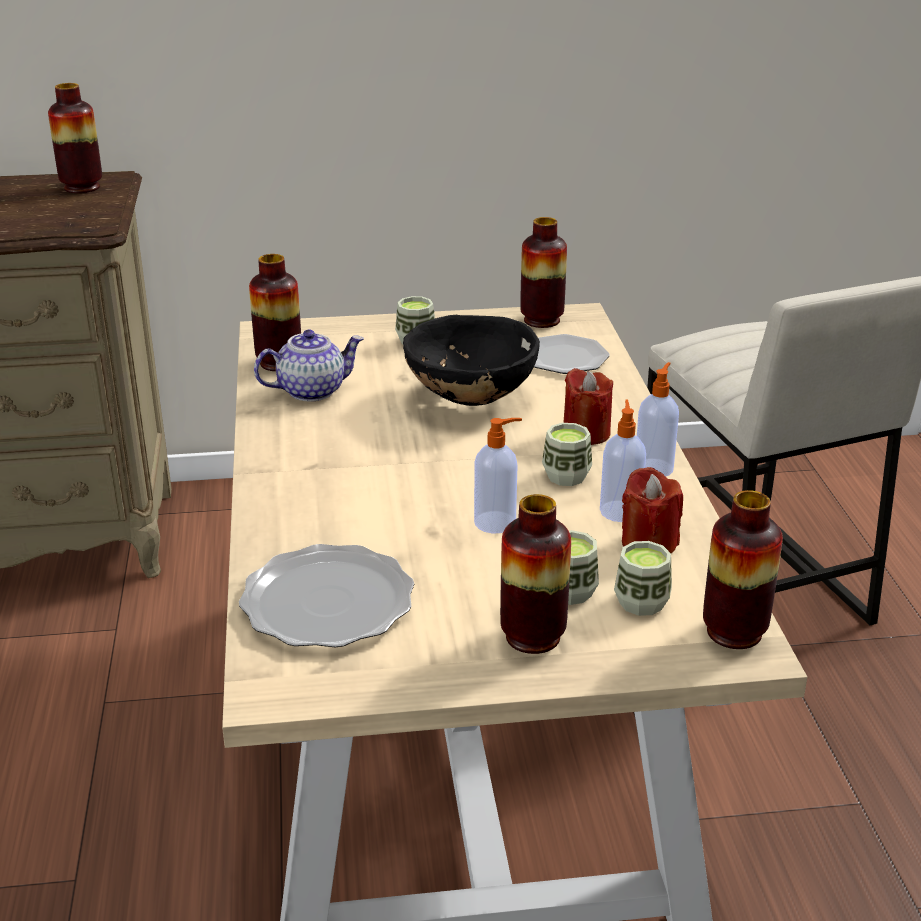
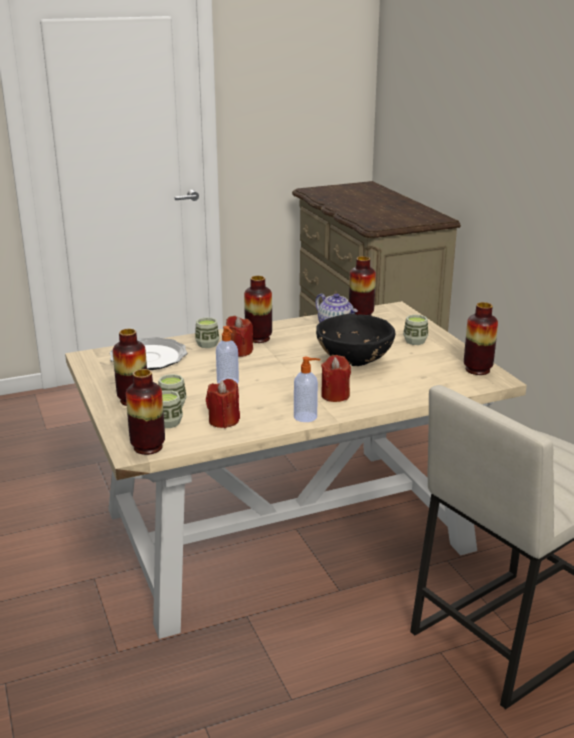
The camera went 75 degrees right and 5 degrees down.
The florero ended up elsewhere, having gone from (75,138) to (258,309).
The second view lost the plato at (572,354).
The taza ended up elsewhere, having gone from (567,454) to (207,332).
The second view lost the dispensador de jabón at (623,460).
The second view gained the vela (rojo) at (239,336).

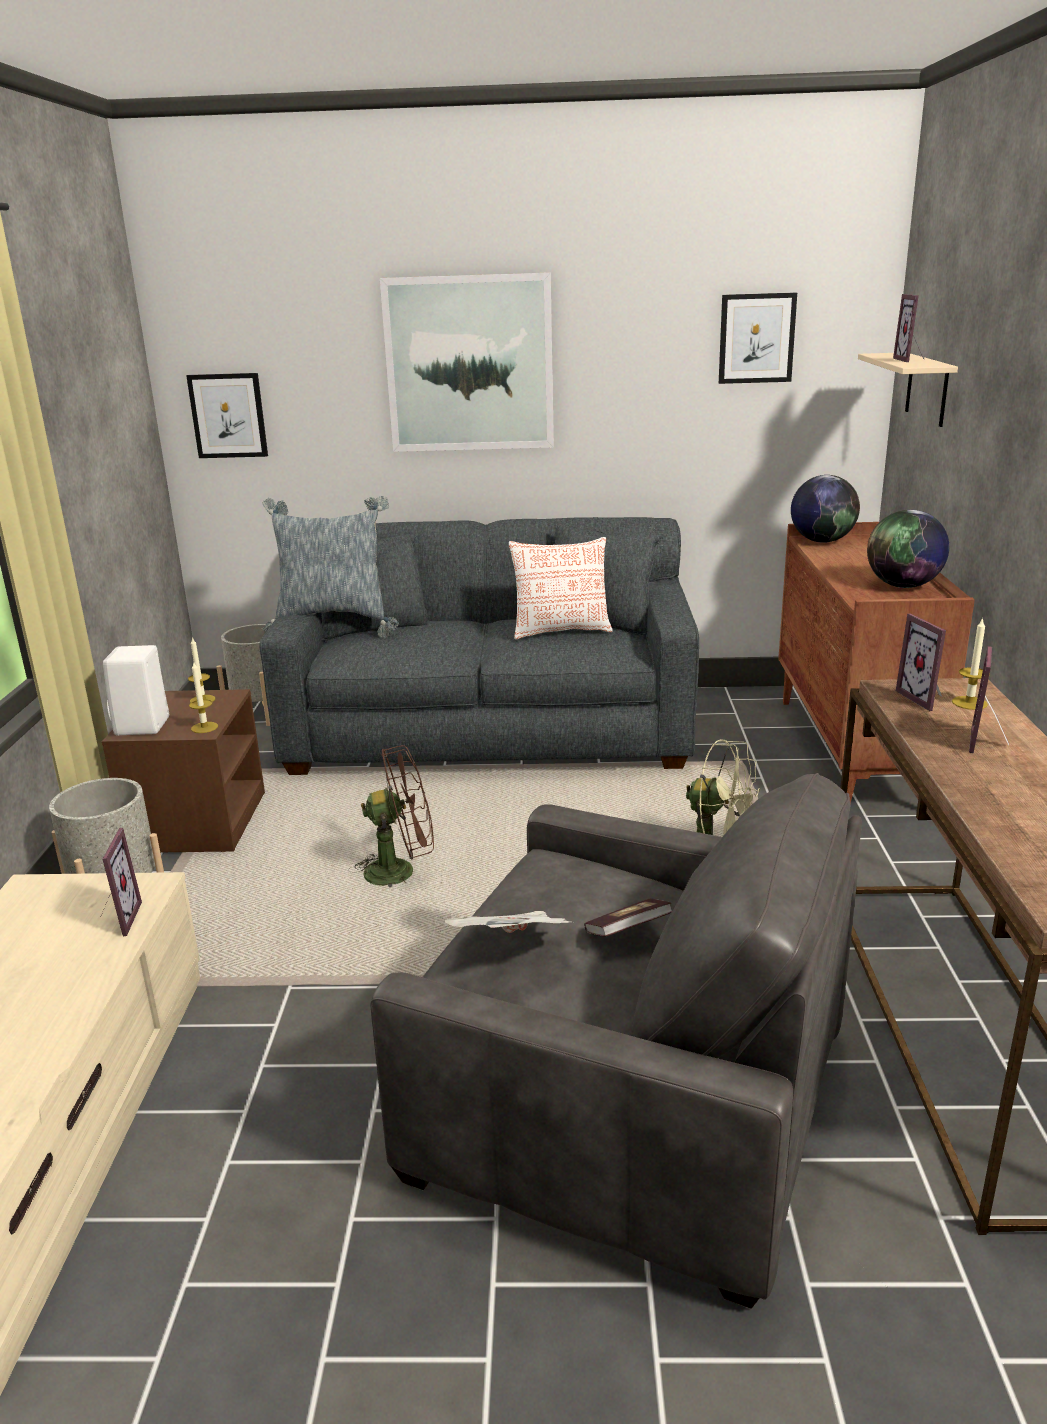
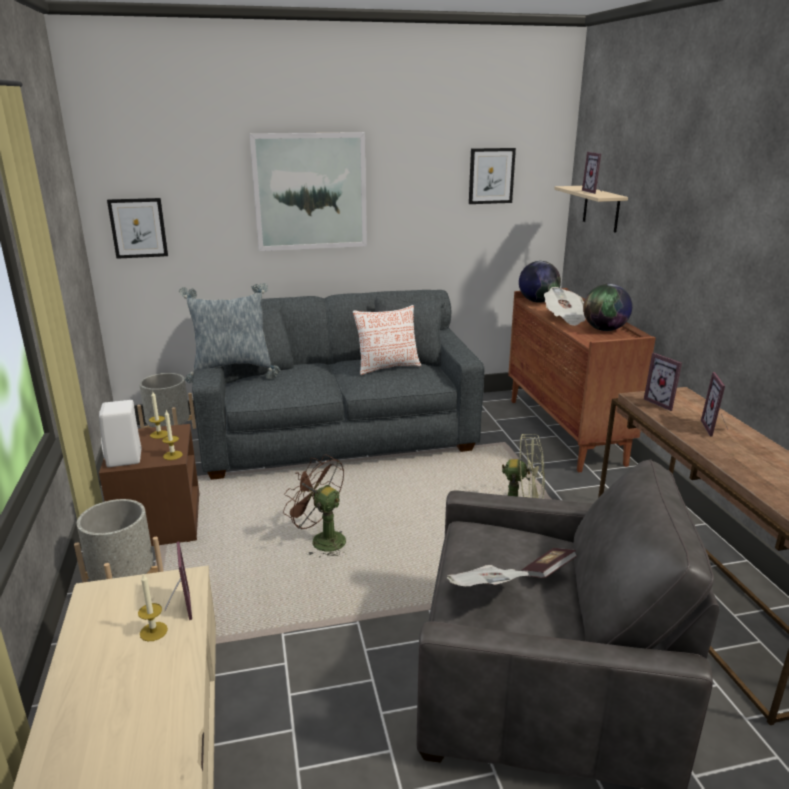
The camera went 15 degrees left and 0 degrees up.
The ventilador (marrón) at (391,816) ended up facing another way, 120 degrees counterclockwise from before.
The vela ended up elsewhere, having gone from (971,663) to (153,607).
The second view gained the periódico at (565,306).

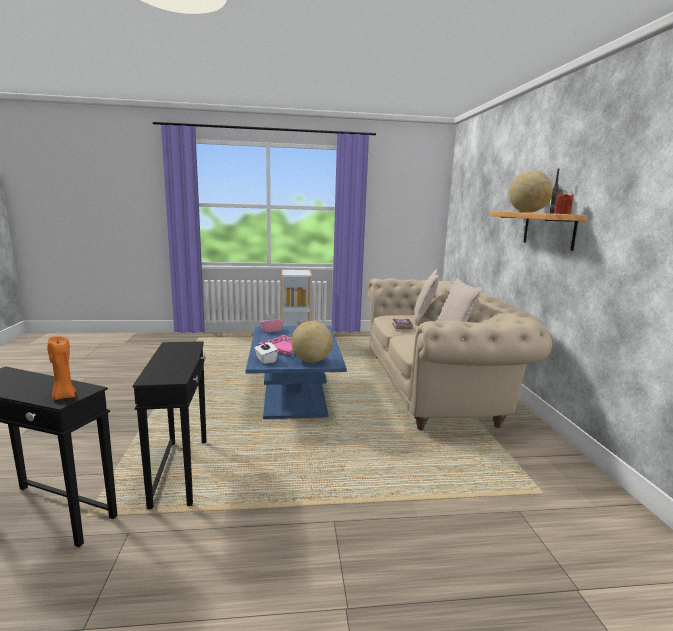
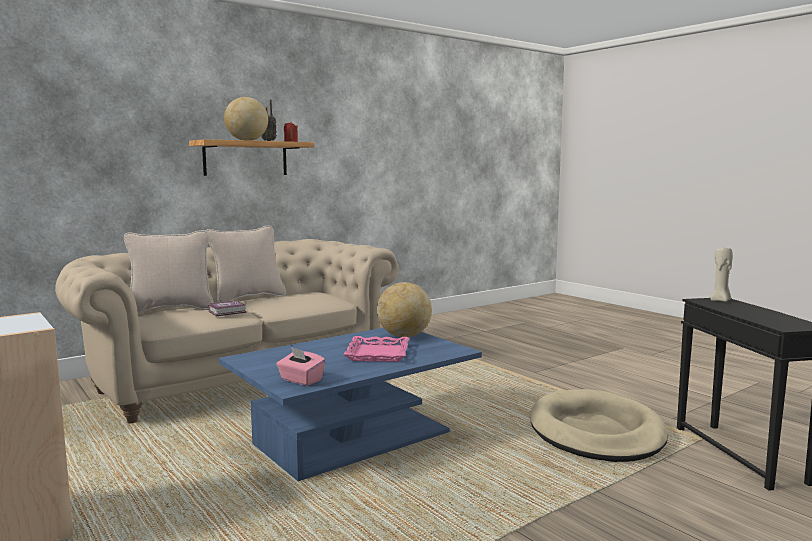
The camera went 120 degrees left and 5 degrees down.
What was the vela (naranja) at (61,368) turned into the vela (beis) at (721,273).
Where the mesa auxiliar (negro) stood at (169,425), the cama para perro (beis) came to stand at (599,425).
The second view lost the caja de pañuelos (blanco) at (266,352).

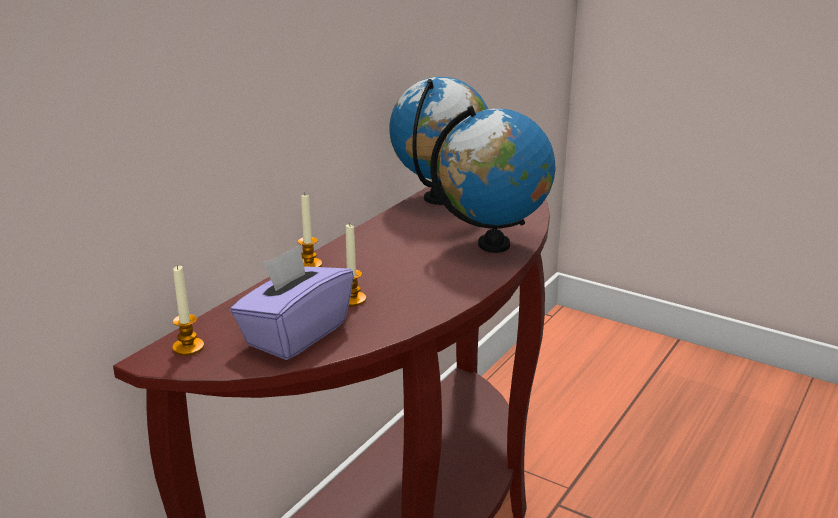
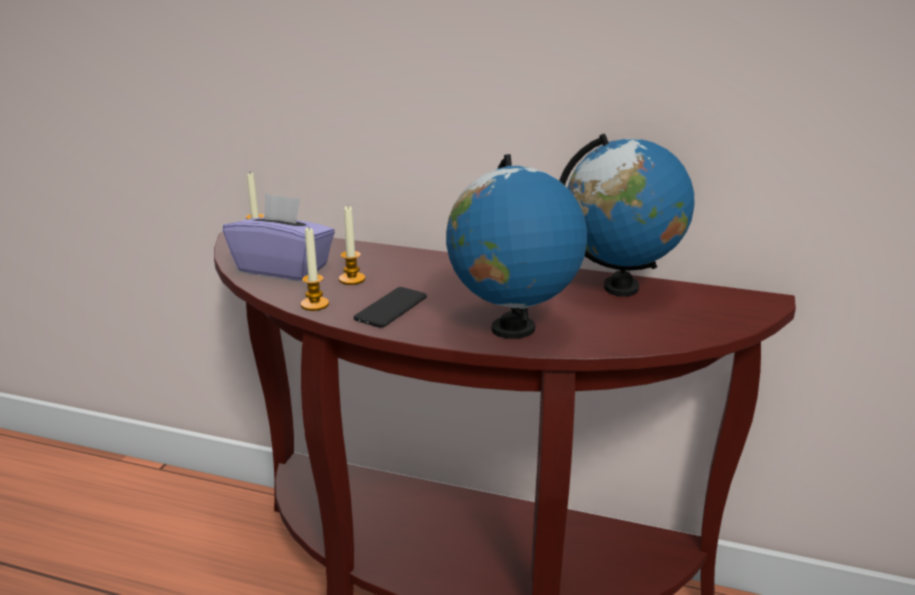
The camera went 75 degrees right and 0 degrees up.
The vela ended up elsewhere, having gone from (310,231) to (315,269).
The second view gained the móvil at (390,307).

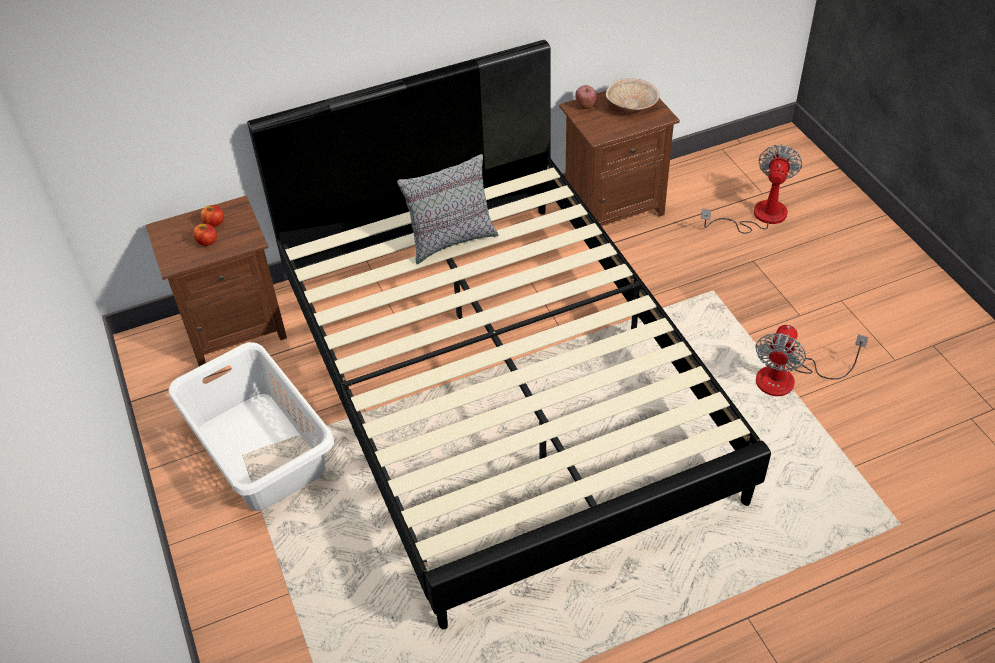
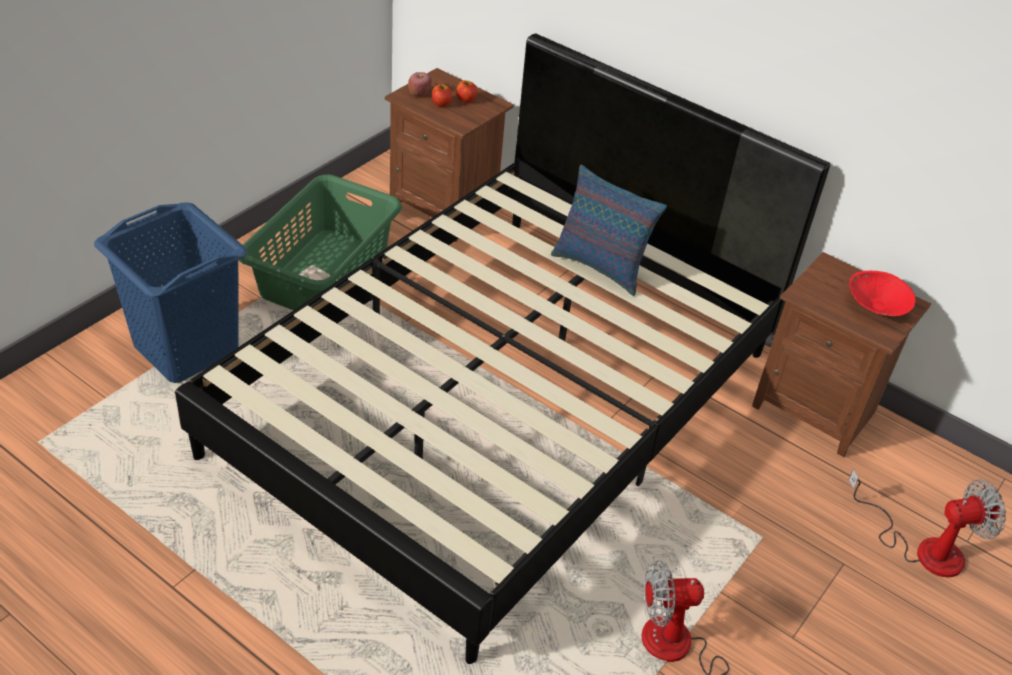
The camera went 55 degrees right and 5 degrees down.
What was the cesto de la ropa (blanco) at (251,426) turned into the cesto de la ropa (verde) at (320,242).
What was the cojín (gris) at (447,209) turned into the cojín (azul) at (609,230).
The manzana ended up elsewhere, having gone from (586,97) to (420,84).
What was the cuenco (beis) at (633,94) turned into the cuenco (rojo) at (882,293).
The second view gained the cesto de la ropa (azul) at (170,292).

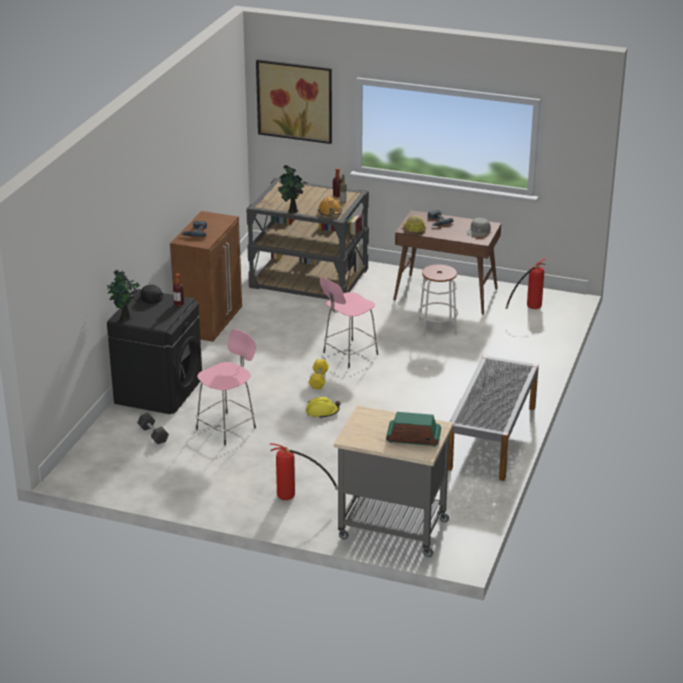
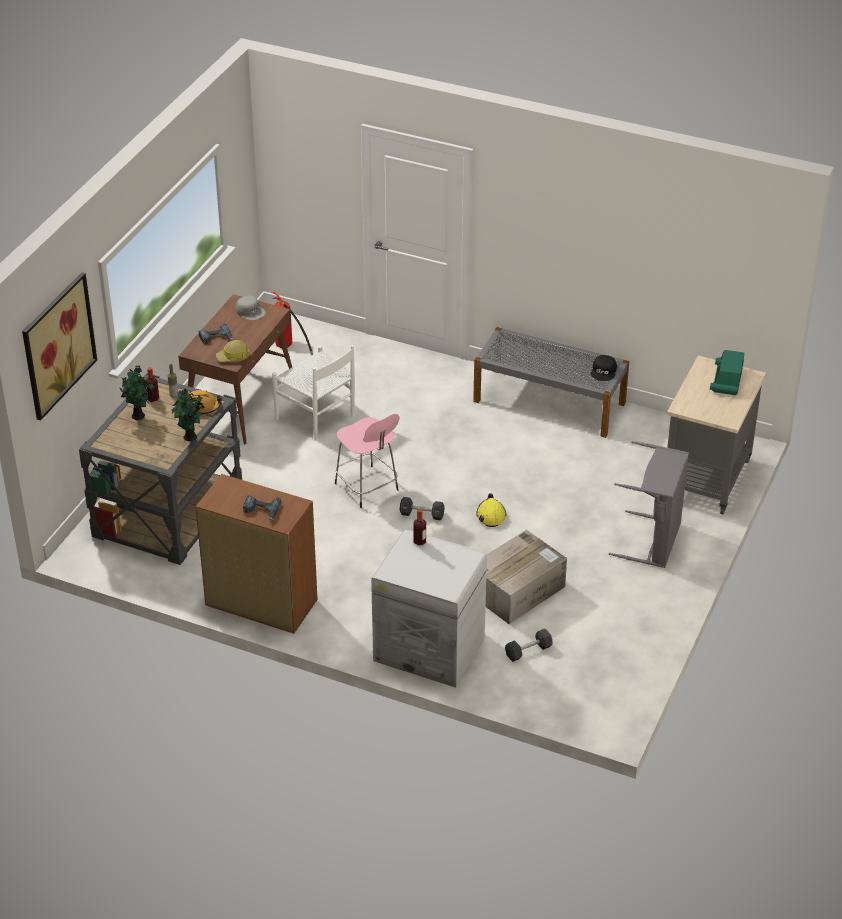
The camera went 85 degrees left and 10 degrees up.
The planta en maceta ended up elsewhere, having gone from (123,295) to (137,393).
What was the lavadora (negro) at (154,351) turned into the lavadora (blanco) at (429,609).
The gorra (negro) ended up elsewhere, having gone from (148,294) to (604,368).
Where the taburete (rosa) stood at (226,387), the caja de cartón came to stand at (526,576).
Where the extintor stood at (303,471), the cesto de la ropa (gris) came to stand at (649,504).
What was the mancuerna (amarillo) at (319,374) turned into the mancuerna (negro) at (422,508).
Where the taburete (blanco) stood at (438,300), the silla (blanco) came to stand at (313,392).

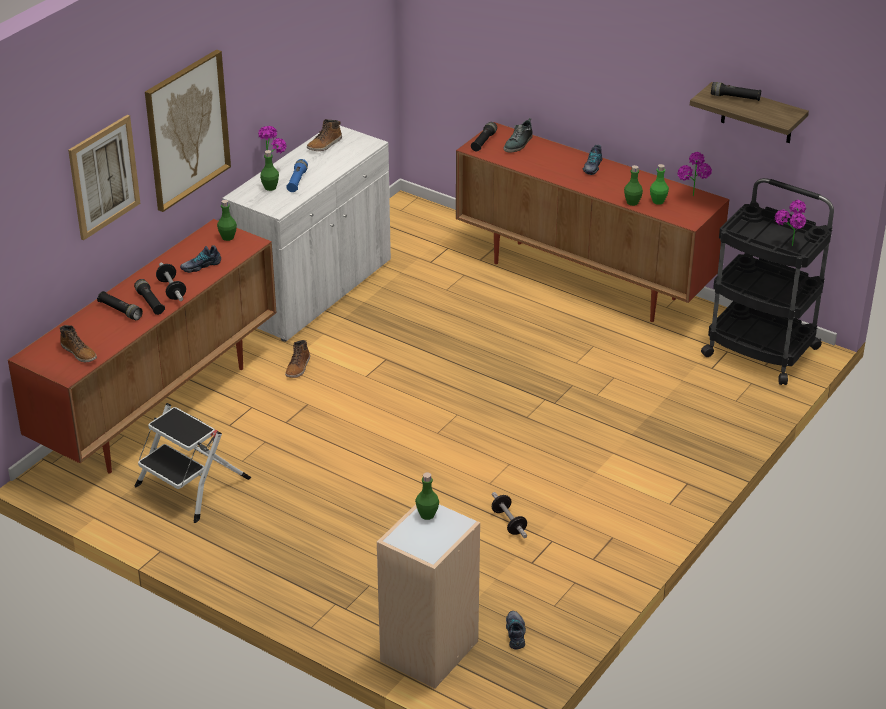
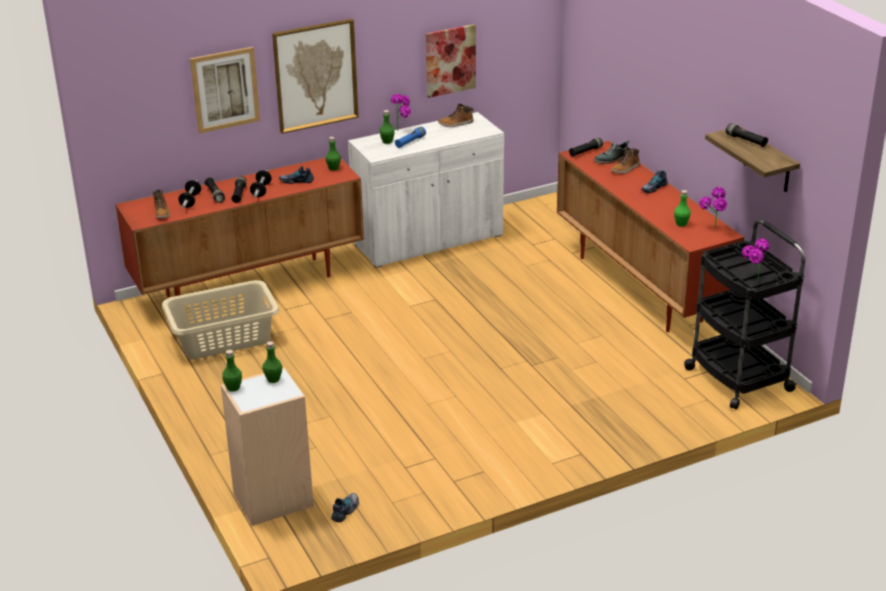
The camera went 30 degrees right and 5 degrees down.
Where the escalera de tijera stood at (192,463), the cesto de la ropa (beis) came to stand at (220,319).
The bota ended up elsewhere, having gone from (297,359) to (625,160).
The mancuerna ended up elsewhere, having gone from (509,515) to (190,194).
The botella (verde) ended up elsewhere, having gone from (633,185) to (232,371).
The second view gained the cuadro at (451,61).

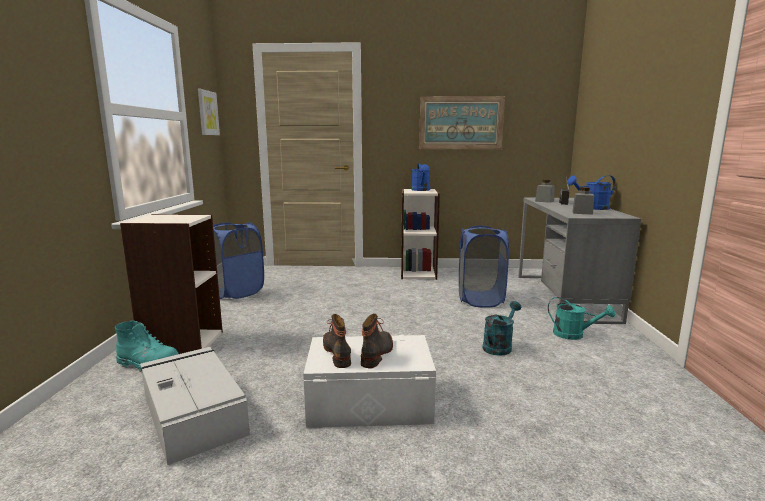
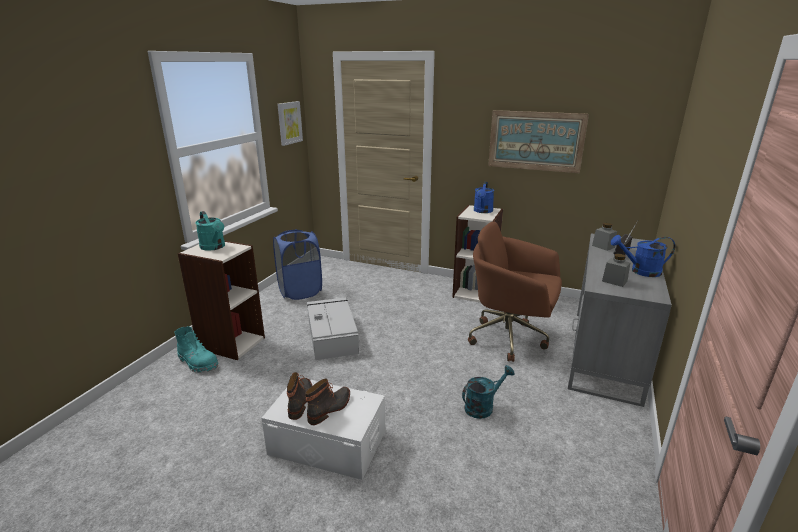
The camera went 20 degrees right and 10 degrees up.
The caja de almacenaje (gris) ended up elsewhere, having gone from (195,406) to (333,329).
Where the cesto de la ropa (azul) stood at (484,267), the silla de oficina (marrón) came to stand at (515,291).
The regadera (turquesa) ended up elsewhere, having gone from (581,318) to (210,231).

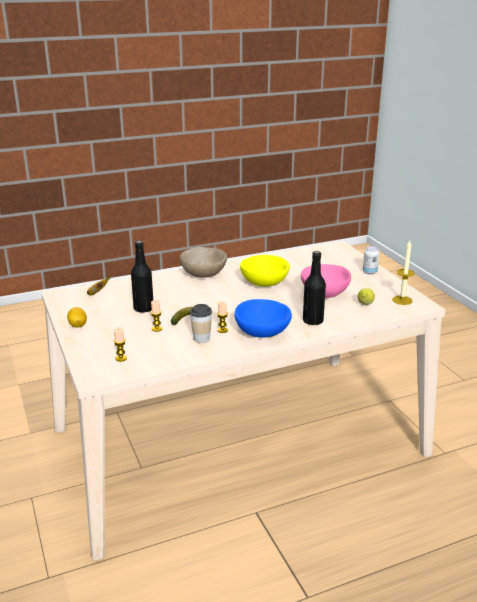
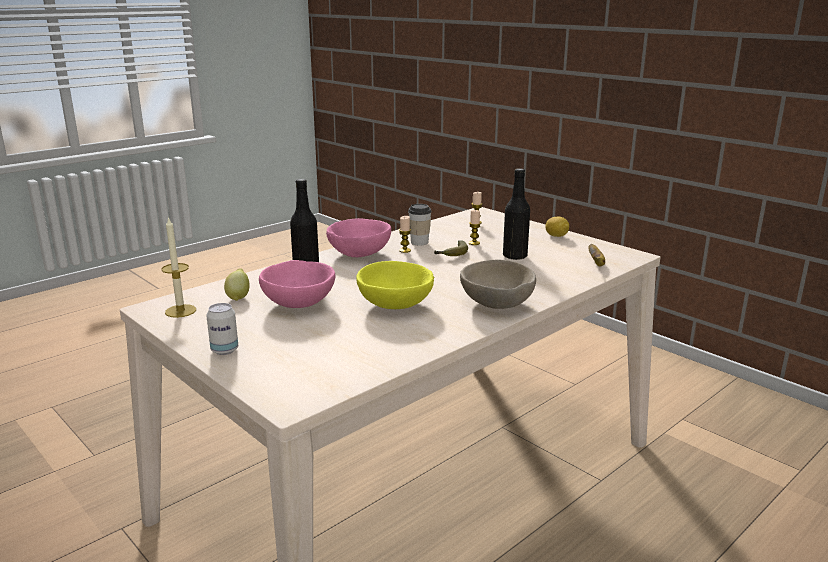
The camera went 160 degrees right and 5 degrees down.
What was the cuenco (azul) at (263,318) turned into the cuenco (rosa) at (358,237).

